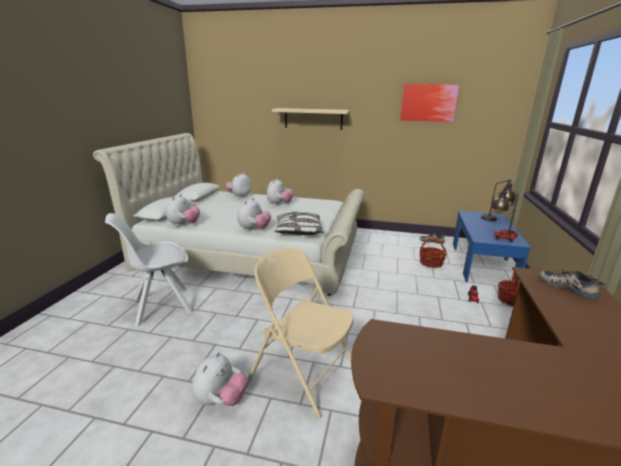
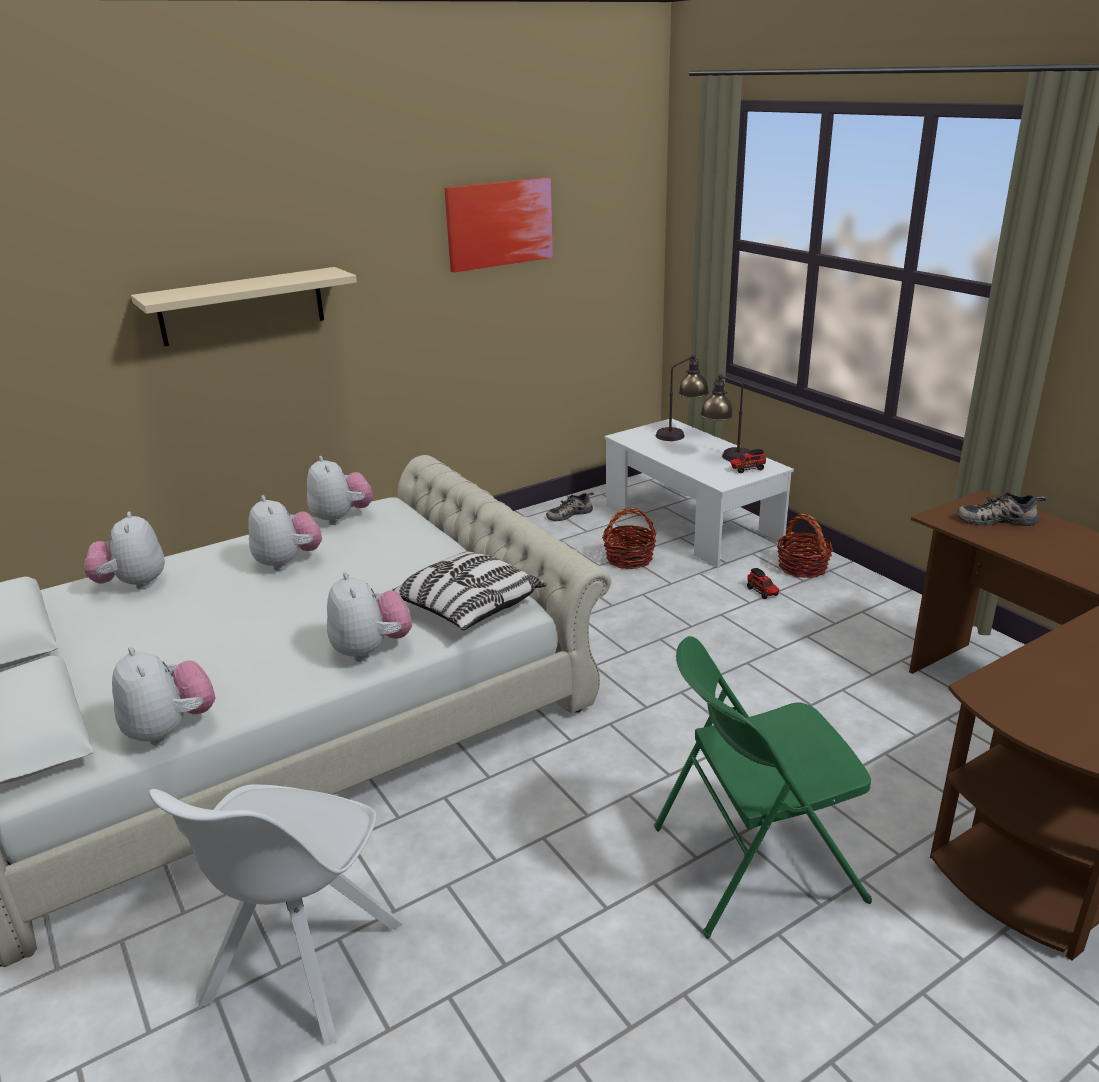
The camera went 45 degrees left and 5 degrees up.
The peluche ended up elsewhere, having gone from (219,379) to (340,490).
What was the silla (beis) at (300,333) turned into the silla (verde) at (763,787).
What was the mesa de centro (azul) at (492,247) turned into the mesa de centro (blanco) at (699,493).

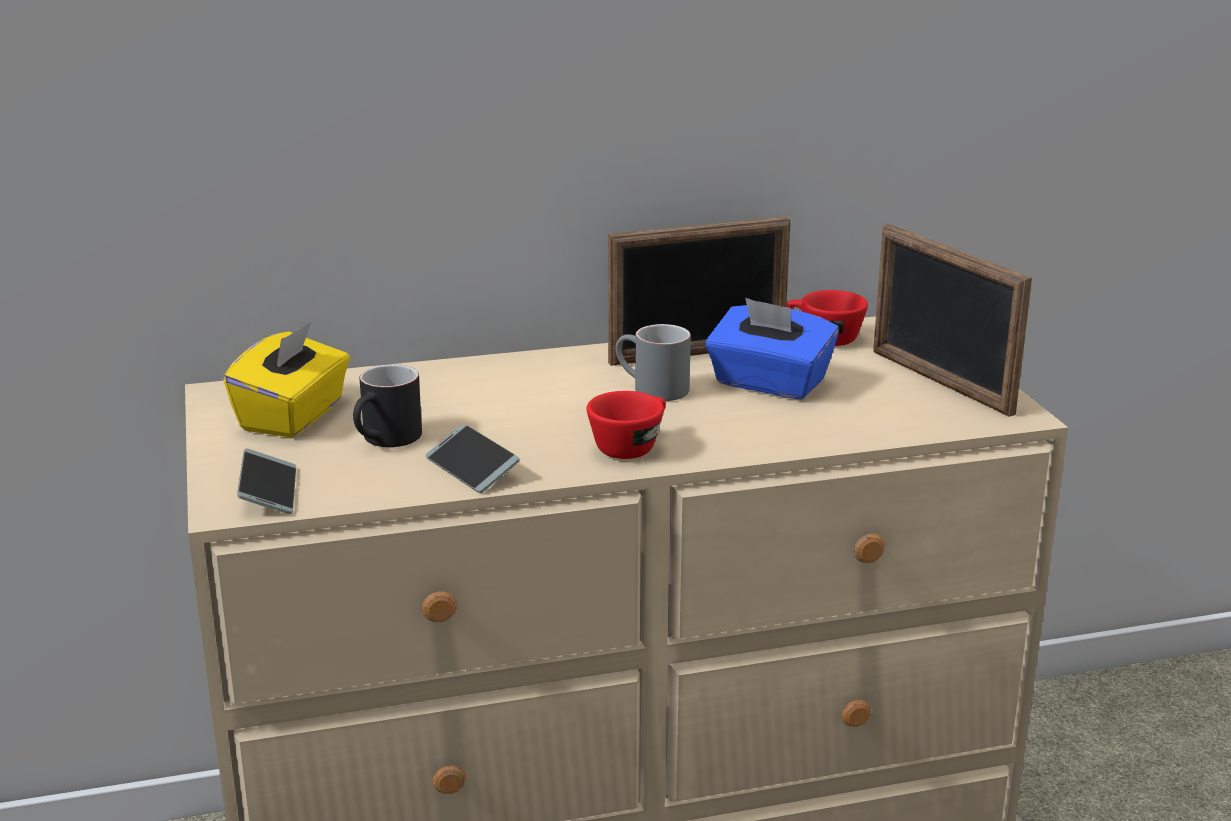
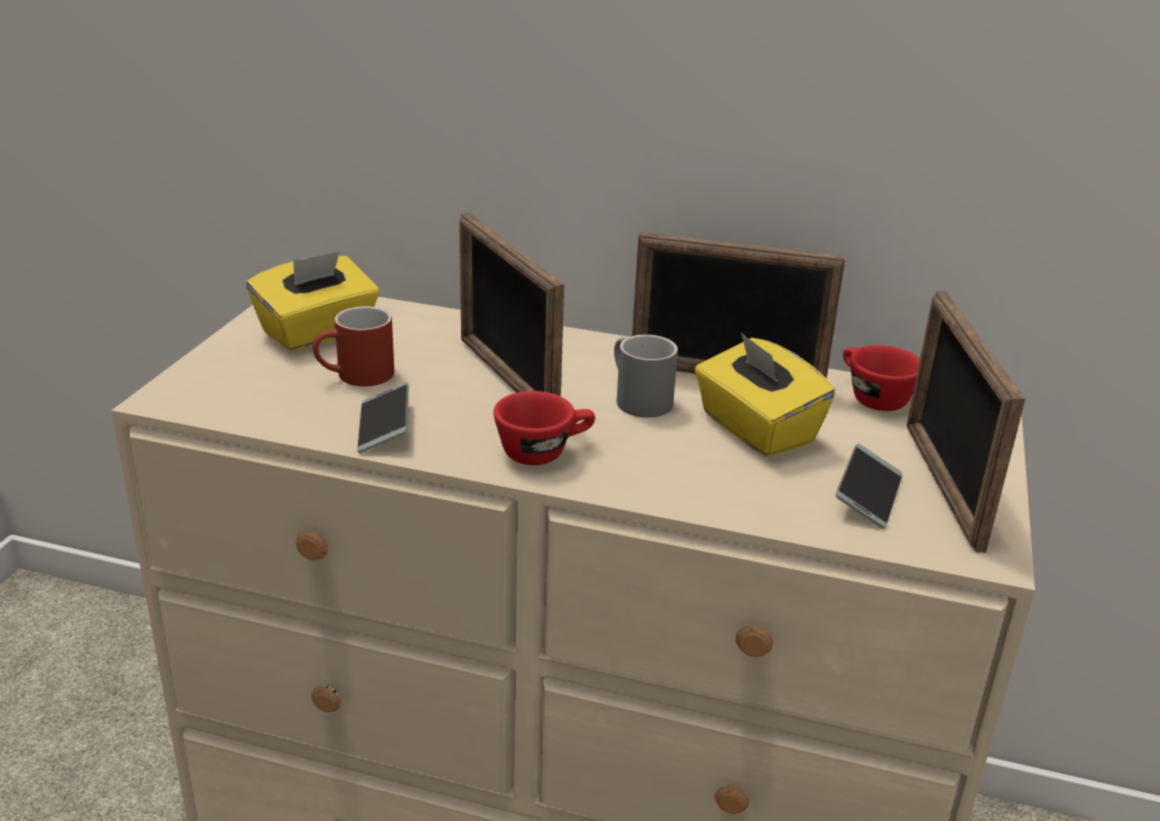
The camera went 30 degrees right and 5 degrees up.
The móvil ended up elsewhere, having gone from (266,481) to (869,486).
What was the taza grande (negro) at (387,405) turned into the taza grande (rojo) at (353,346).
What was the caja de pañuelos (azul) at (772,349) turned into the caja de pañuelos (amarillo) at (765,394).
The second view gained the portarretratos at (511,304).

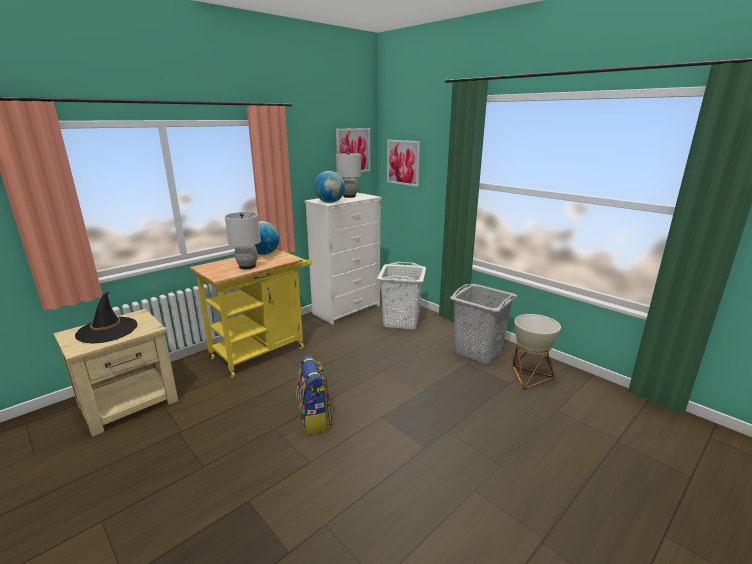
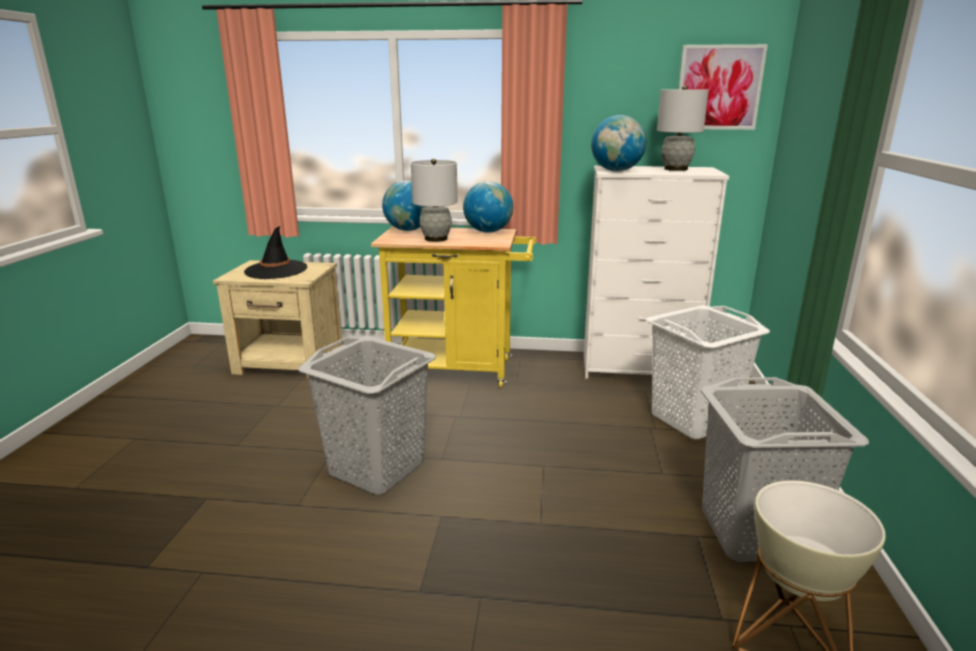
The camera went 50 degrees right and 0 degrees up.
Where the mochila stood at (314,395), the cesto de la ropa (gris) came to stand at (367,415).
The second view lost the cuadro at (403,163).
The second view gained the globo terráqueo at (405,205).

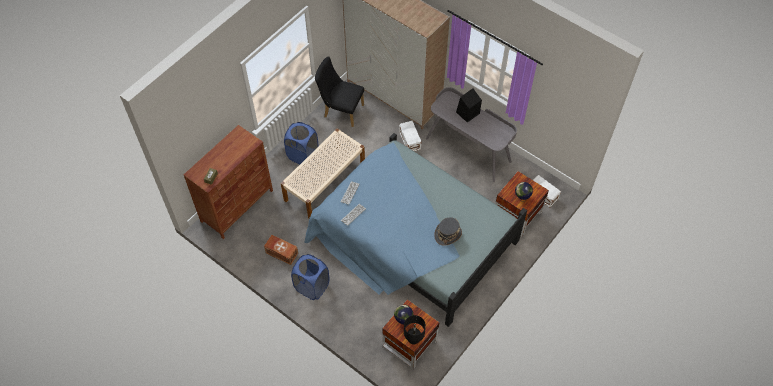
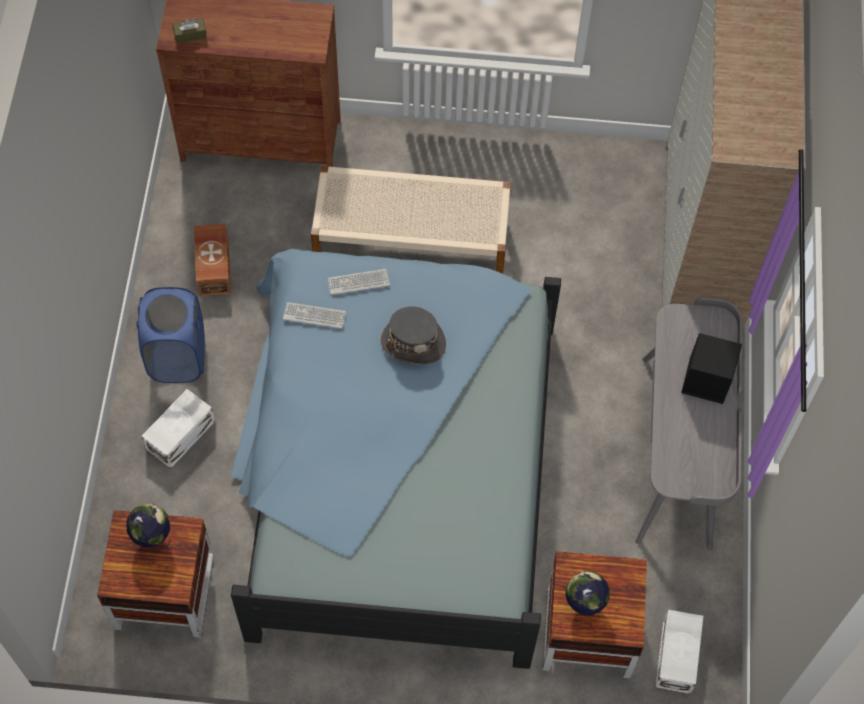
The camera went 55 degrees right and 5 degrees up.
The second view lost the cesto de la ropa (azul) at (301,143).
The second view lost the silla (negro) at (339,91).
The caja de almacenaje (blanco) ended up elsewhere, having gone from (410,136) to (178,429).
The second view lost the lámpara de mesa (negro) at (415,329).
The sombrero (gris) ended up elsewhere, having gone from (448,231) to (413,335).

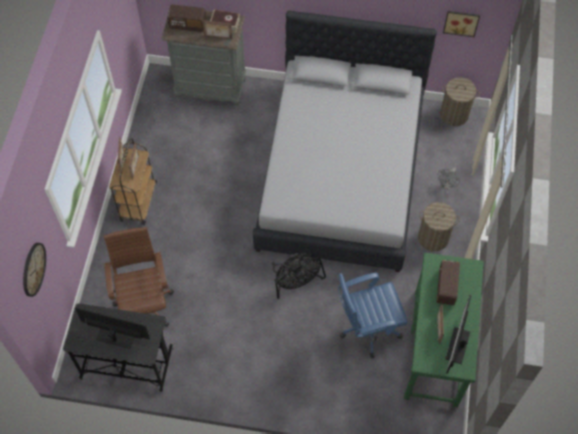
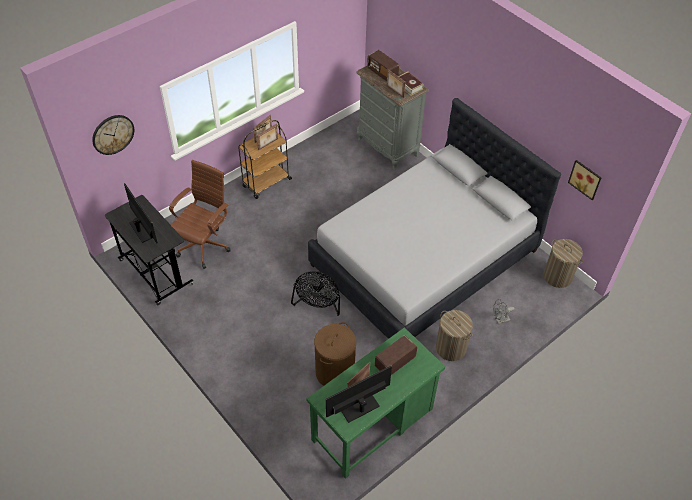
The camera went 40 degrees right and 10 degrees down.
Where the silla de oficina (azul) stood at (373,315), the cesto de la ropa (marrón) came to stand at (335,354).

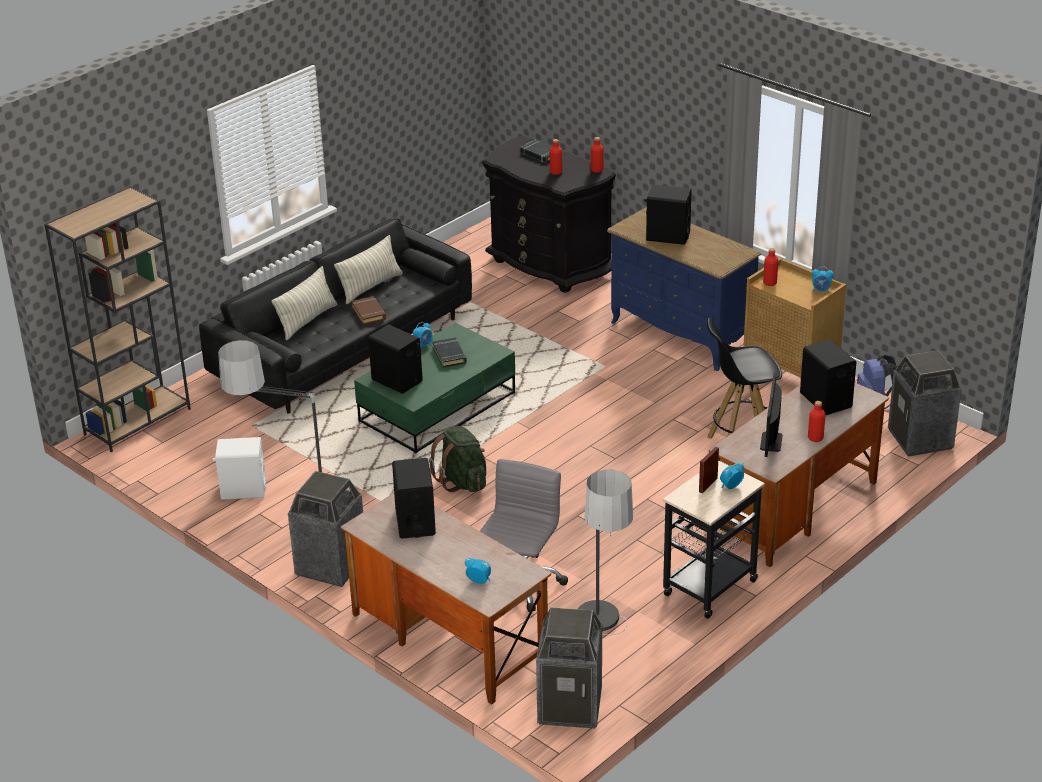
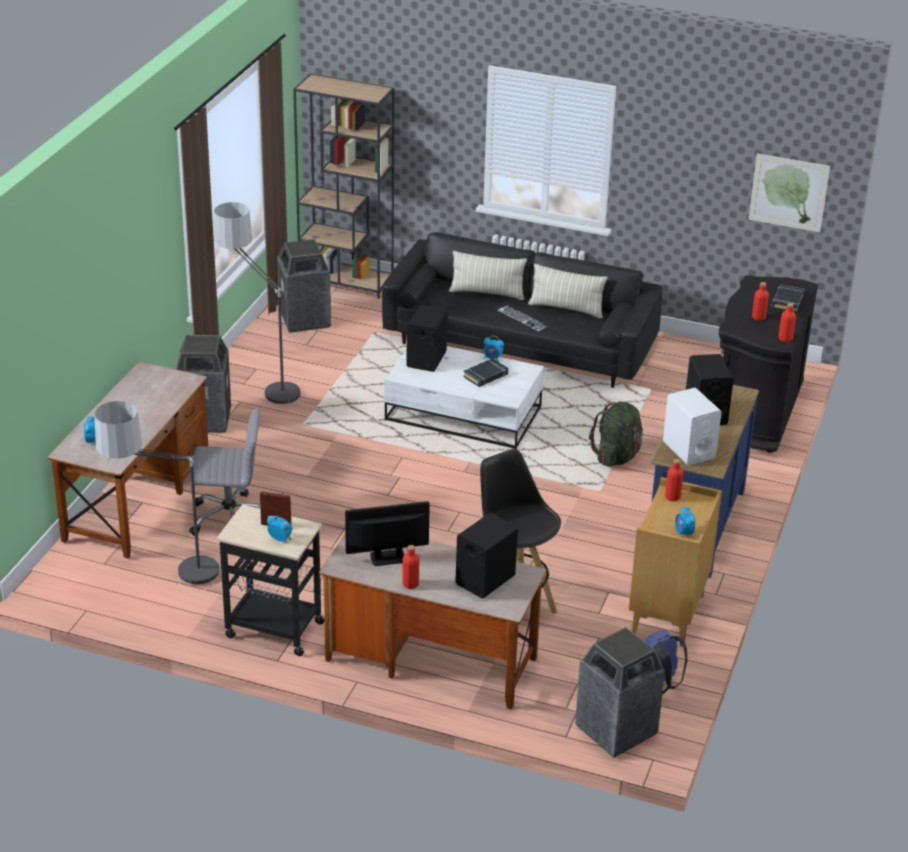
The camera went 65 degrees right and 0 degrees up.
The altavoz (blanco) ended up elsewhere, having gone from (239,468) to (692,426).
Where the libro (marrón) stood at (368,310), the teclado came to stand at (522,318).
What was the mesa de centro (verde) at (434,388) turned into the mesa de centro (blanco) at (464,397).
The second view lost the altavoz (negro) at (414,498).
The mochila (verde) ended up elsewhere, having gone from (457,459) to (616,434).
The papelera ended up elsewhere, having gone from (569,668) to (304,286).
The second view gained the cuadro at (789,193).

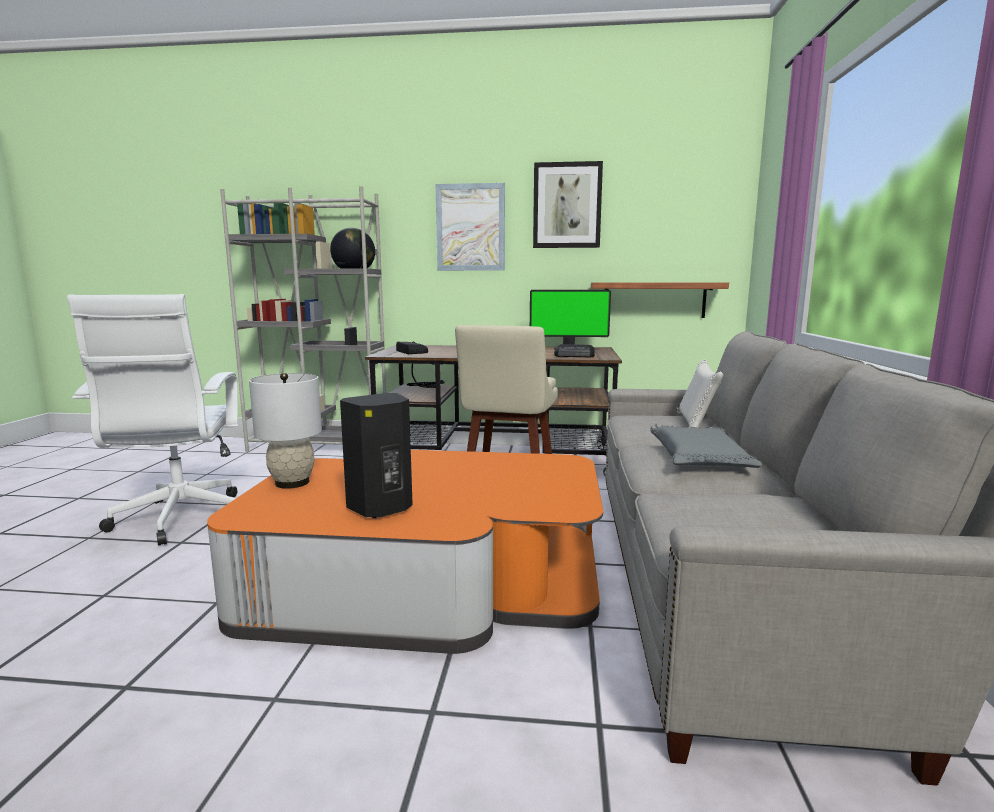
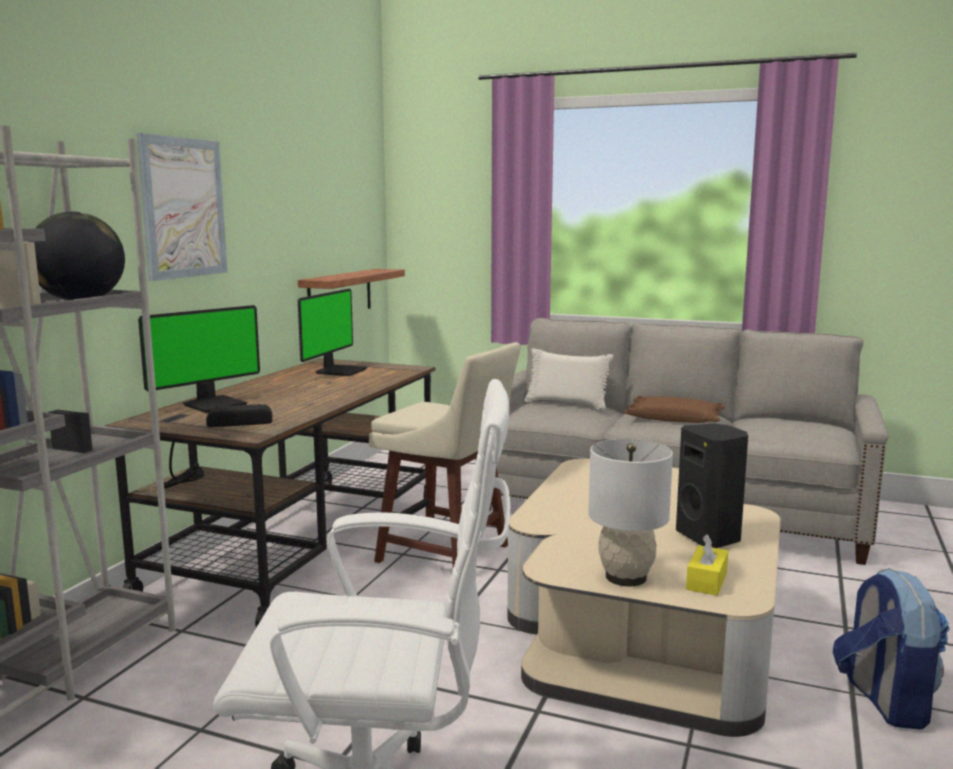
The camera went 75 degrees left and 0 degrees up.
What was the mesa de centro (naranja) at (405,552) turned into the mesa de centro (beis) at (644,598).
The second view lost the cuadro at (568,204).
The second view lost the radio at (574,350).
What was the cojín (gris) at (706,445) turned into the cojín (marrón) at (674,409).
The second view gained the monitor at (199,359).
The second view gained the caja de pañuelos (amarillo) at (707,565).
The second view gained the mochila at (891,649).

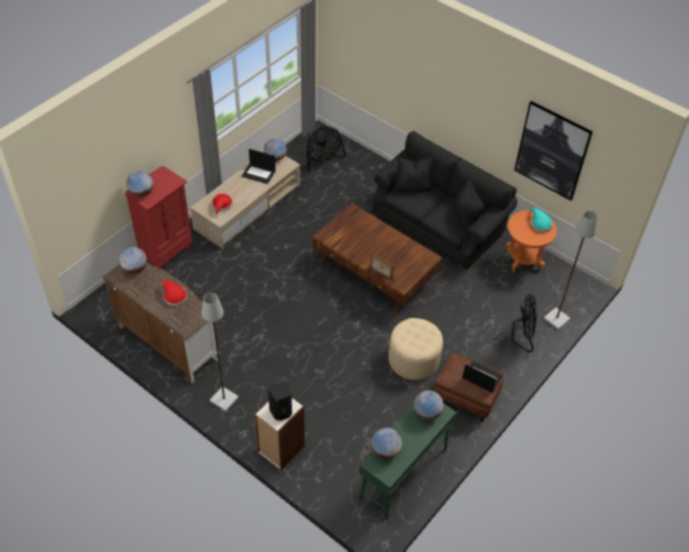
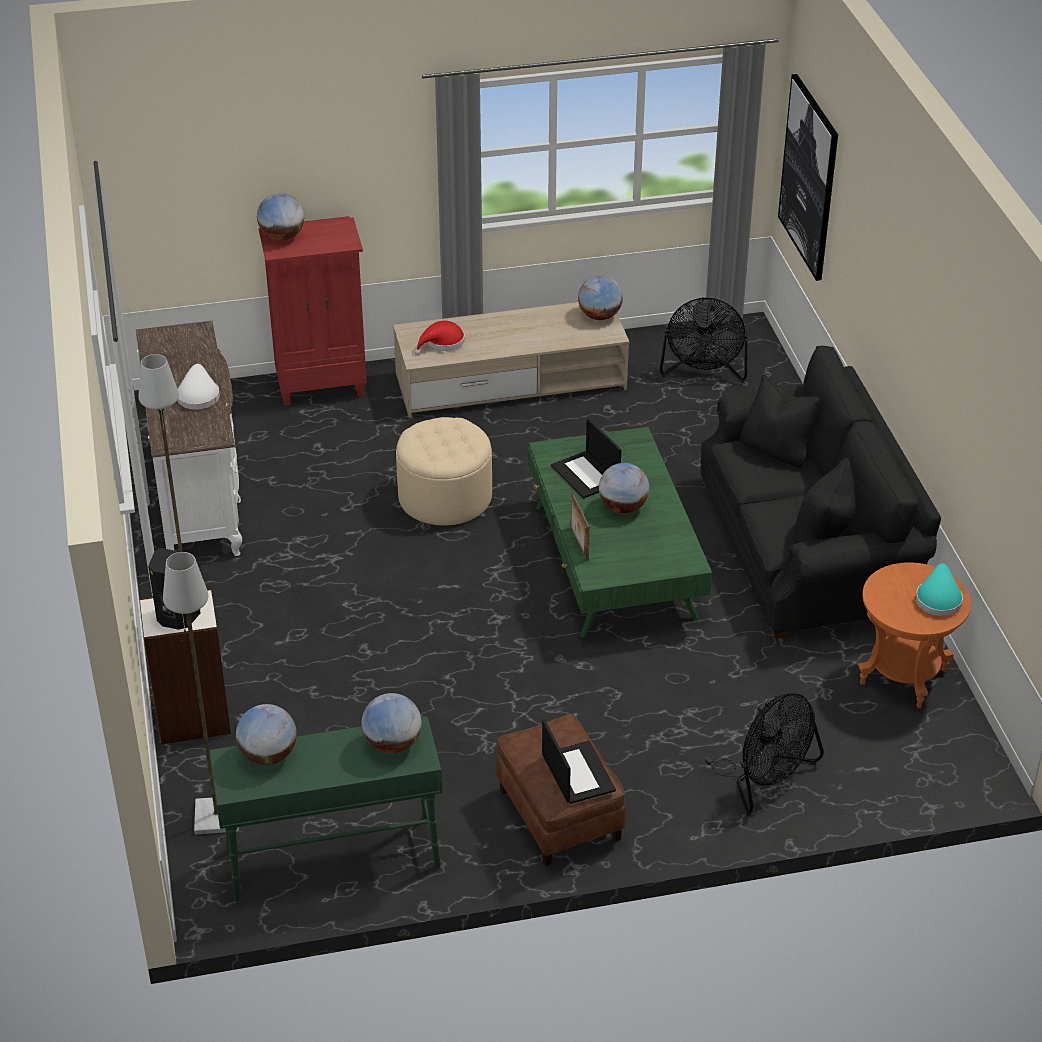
The camera went 40 degrees right and 10 degrees down.
The globo terráqueo ended up elsewhere, having gone from (133,260) to (624,488).
What was the sombrero (rojo) at (174,293) turned into the sombrero (blanco) at (198,387).
The portátil ended up elsewhere, having gone from (259,166) to (586,458).
What was the mesa de centro (marrón) at (377,258) turned into the mesa de centro (verde) at (620,532).
The puf (beis) ended up elsewhere, having gone from (416,349) to (444,471).
The cuadro ended up elsewhere, having gone from (553,151) to (808,177).
The lámpara de pie (gris) ended up elsewhere, having gone from (570,270) to (201,693).

